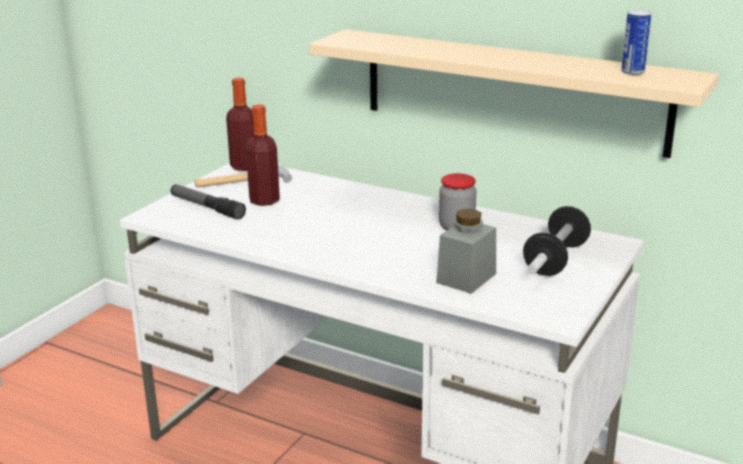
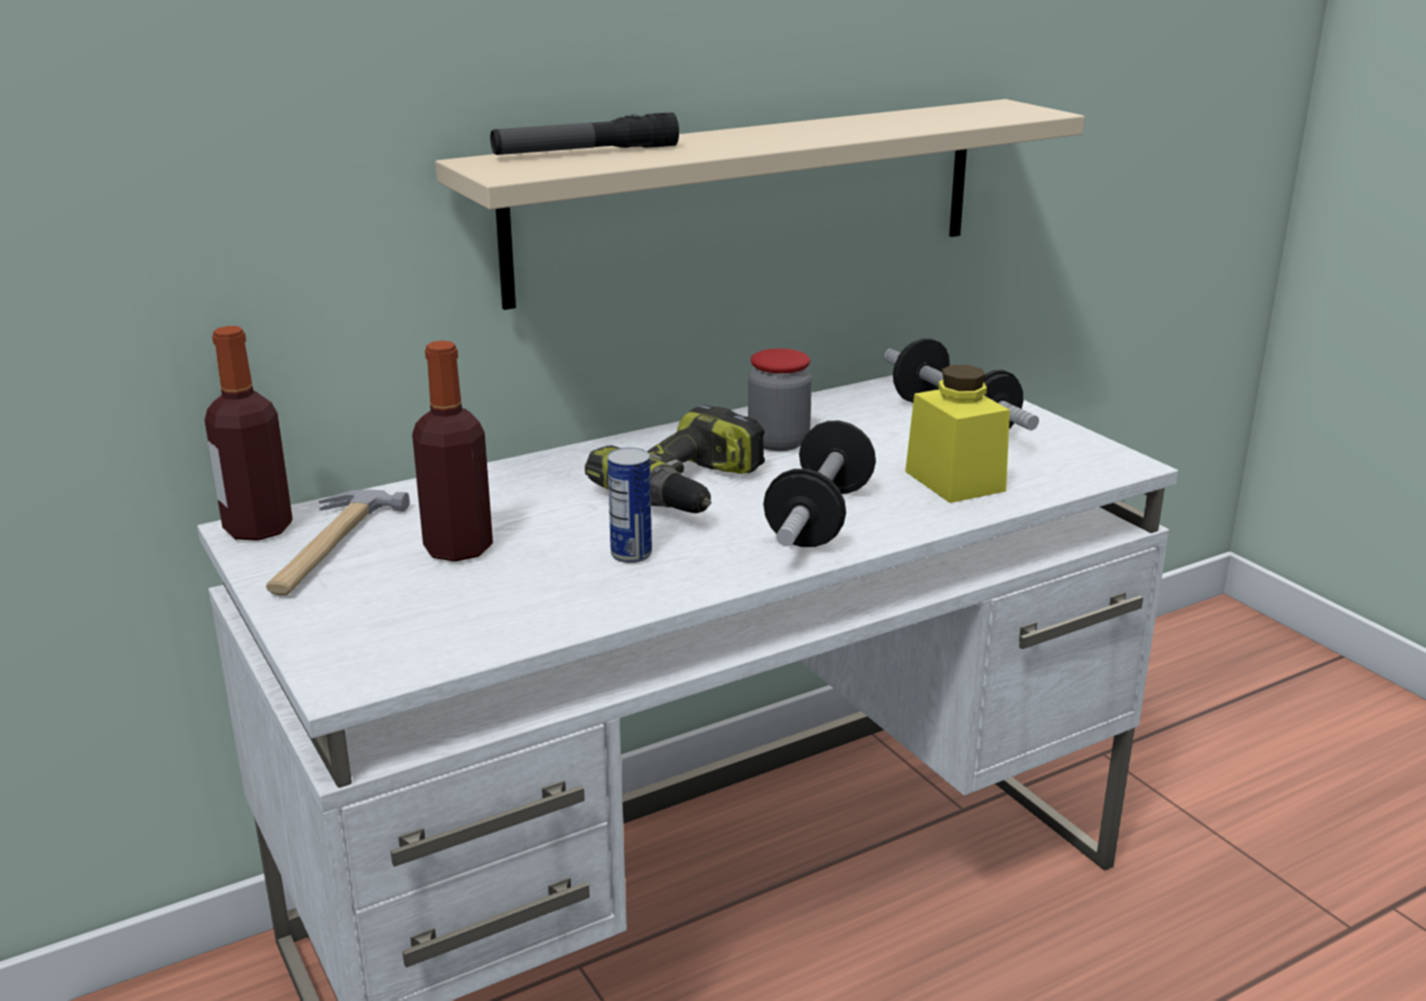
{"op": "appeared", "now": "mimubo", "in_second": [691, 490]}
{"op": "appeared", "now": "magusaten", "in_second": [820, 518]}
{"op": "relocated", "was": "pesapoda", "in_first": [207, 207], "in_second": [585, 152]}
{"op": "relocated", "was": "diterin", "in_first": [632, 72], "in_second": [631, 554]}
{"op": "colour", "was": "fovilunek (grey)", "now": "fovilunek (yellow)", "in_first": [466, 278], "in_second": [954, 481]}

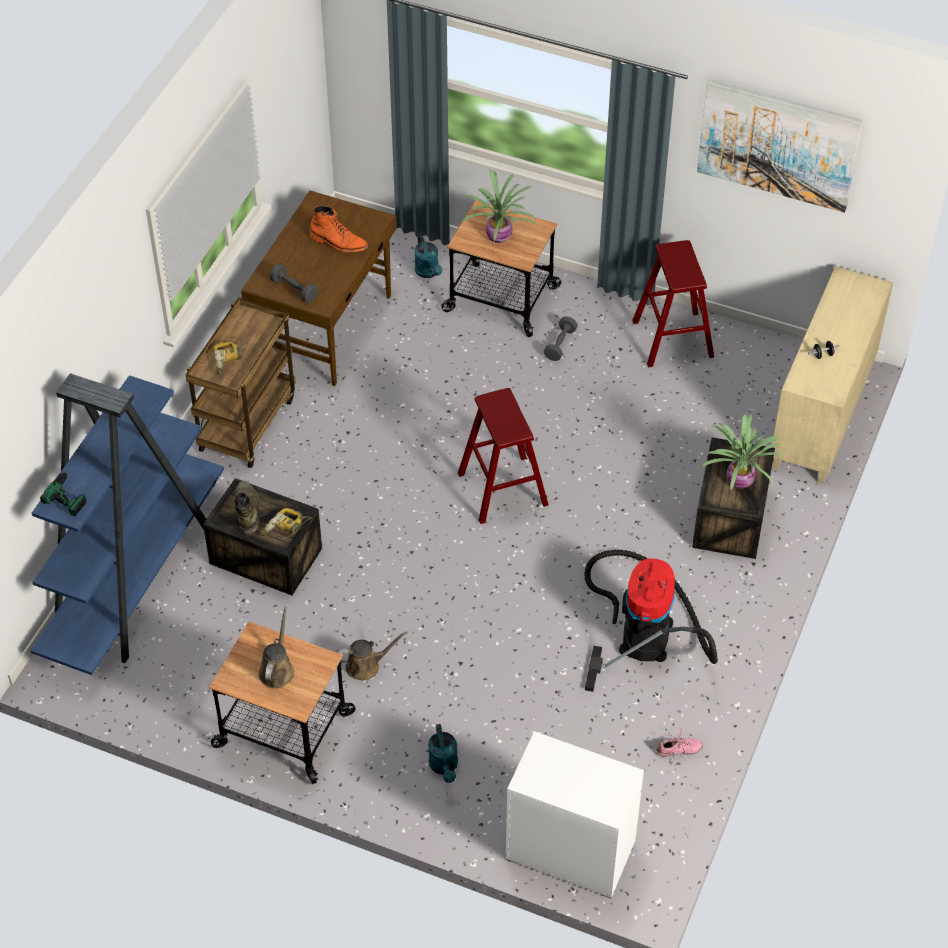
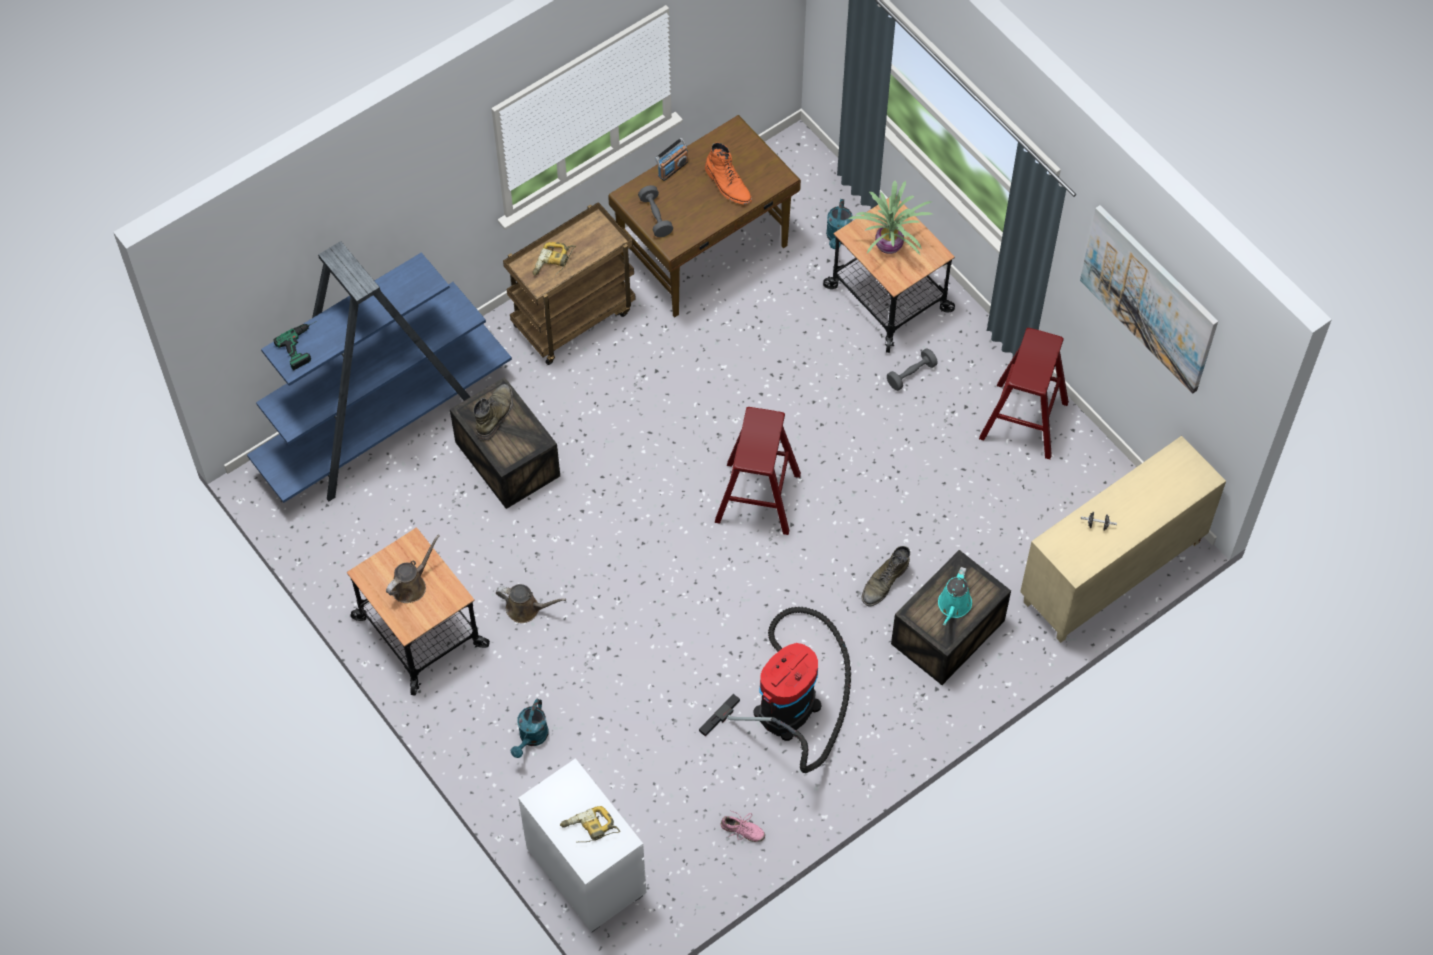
{"op": "appeared", "now": "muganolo", "in_second": [672, 168]}
{"op": "appeared", "now": "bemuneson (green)", "in_second": [884, 582]}
{"op": "relocated", "was": "mimubo", "in_first": [285, 529], "in_second": [589, 829]}
{"op": "exchanged", "was": "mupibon", "now": "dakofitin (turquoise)", "in_first": [739, 480], "in_second": [953, 606]}

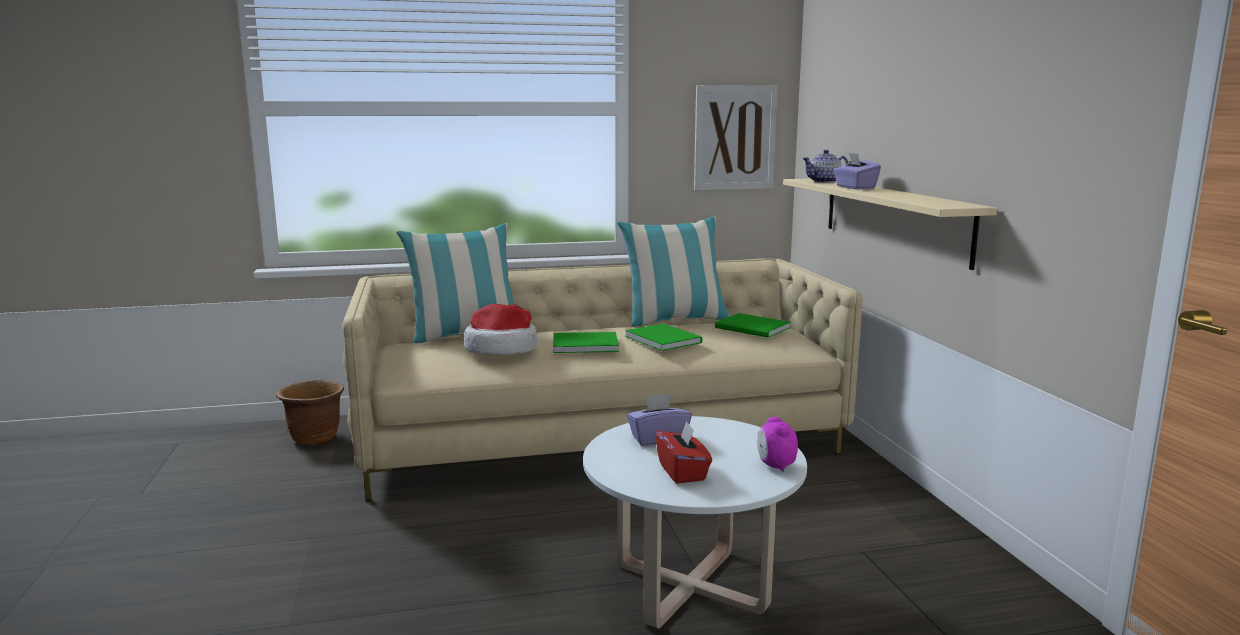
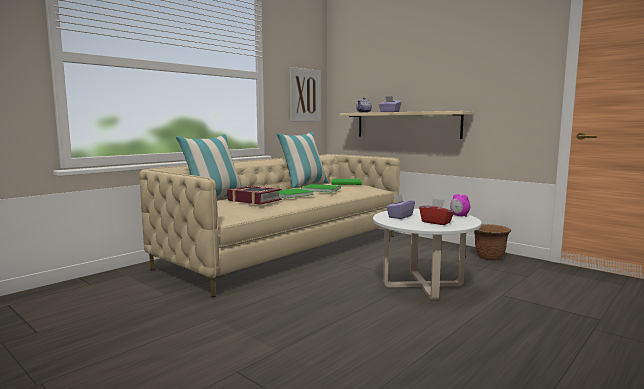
{"op": "relocated", "was": "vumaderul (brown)", "in_first": [314, 438], "in_second": [489, 257]}
{"op": "exchanged", "was": "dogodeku", "now": "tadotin", "in_first": [502, 349], "in_second": [254, 200]}

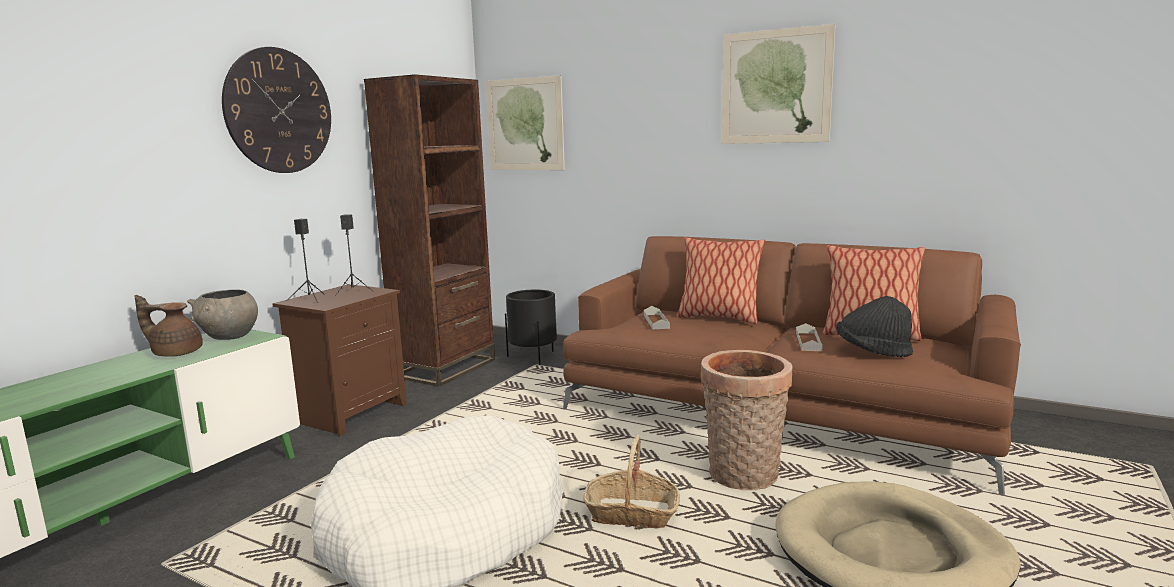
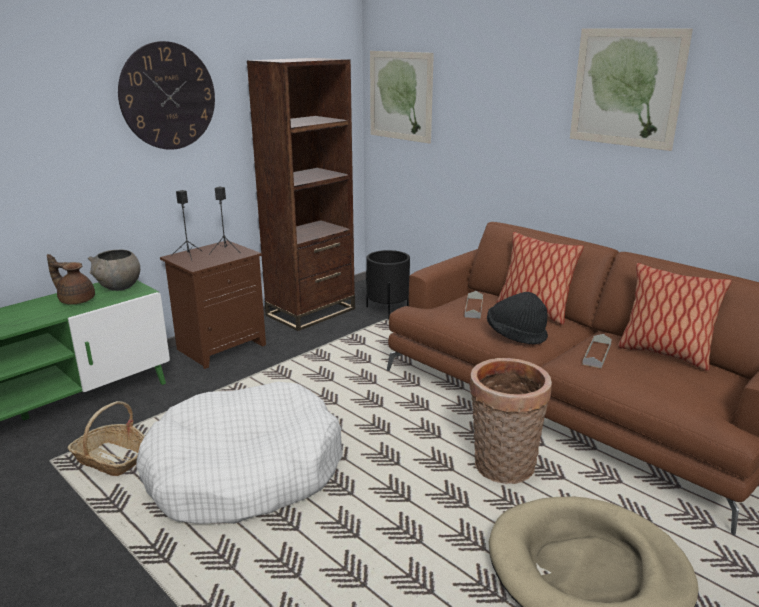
{"op": "relocated", "was": "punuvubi", "in_first": [632, 513], "in_second": [112, 459]}
{"op": "relocated", "was": "dogodeku (black)", "in_first": [872, 352], "in_second": [515, 335]}

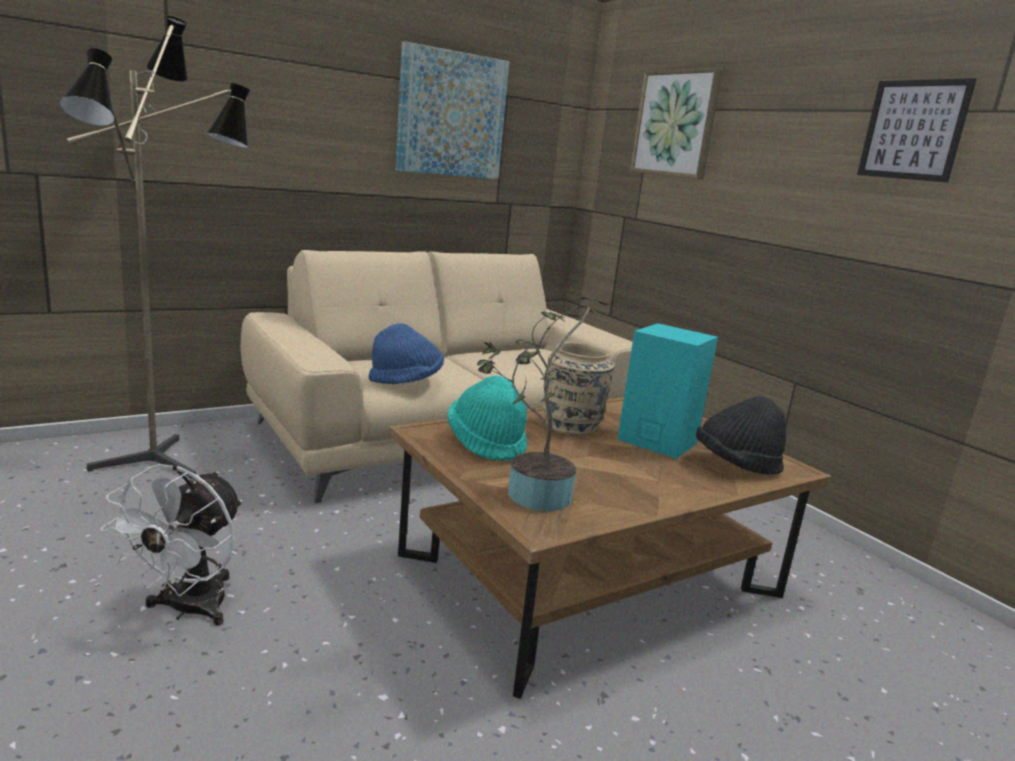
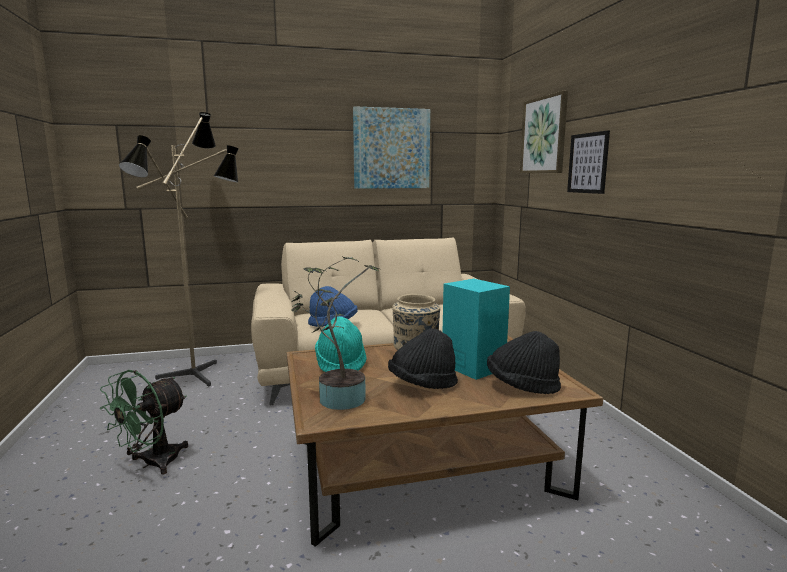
{"op": "appeared", "now": "dogodeku (black)", "in_second": [422, 385]}
{"op": "relocated", "was": "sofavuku", "in_first": [913, 130], "in_second": [588, 163]}
{"op": "colour", "was": "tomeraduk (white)", "now": "tomeraduk (green)", "in_first": [188, 610], "in_second": [152, 463]}

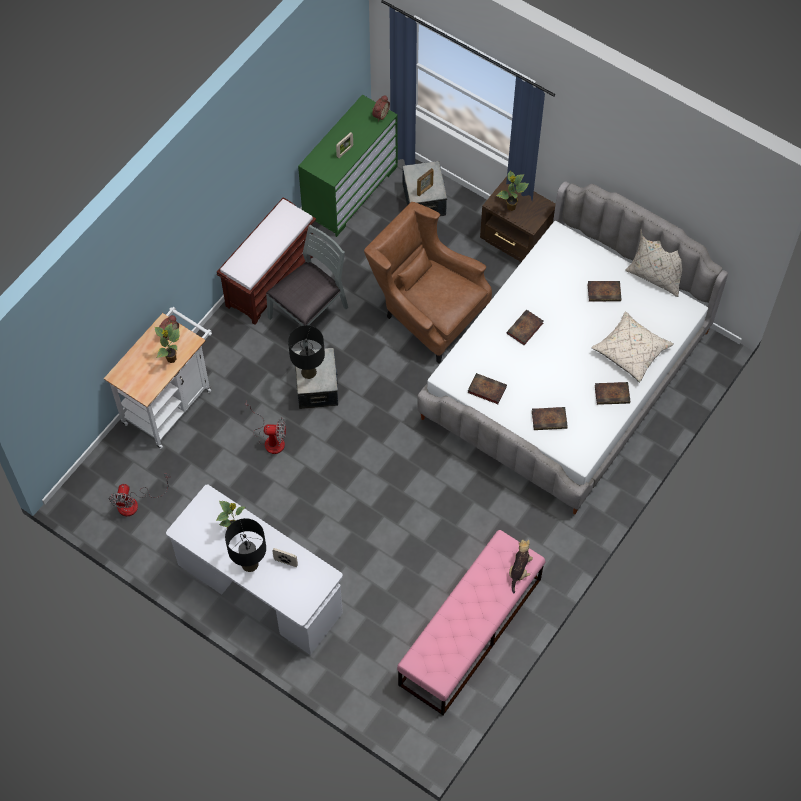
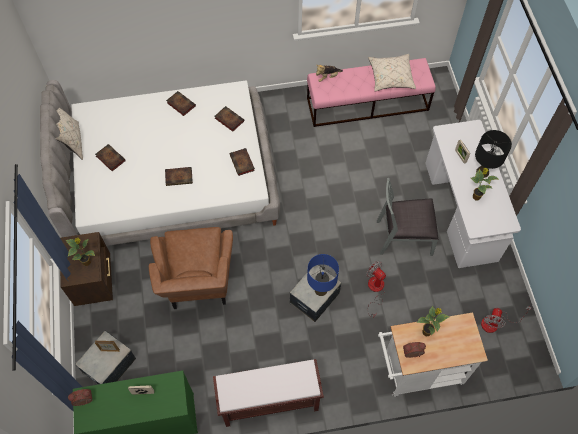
{"op": "relocated", "was": "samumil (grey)", "in_first": [309, 313], "in_second": [403, 236]}
{"op": "relocated", "was": "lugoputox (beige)", "in_first": [631, 351], "in_second": [390, 77]}
{"op": "colour", "was": "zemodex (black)", "now": "zemodex (blue)", "in_first": [308, 372], "in_second": [321, 289]}
{"op": "spun", "was": "tomeraduk", "in_first": [135, 503], "in_second": [495, 323], "clockwise": 150}

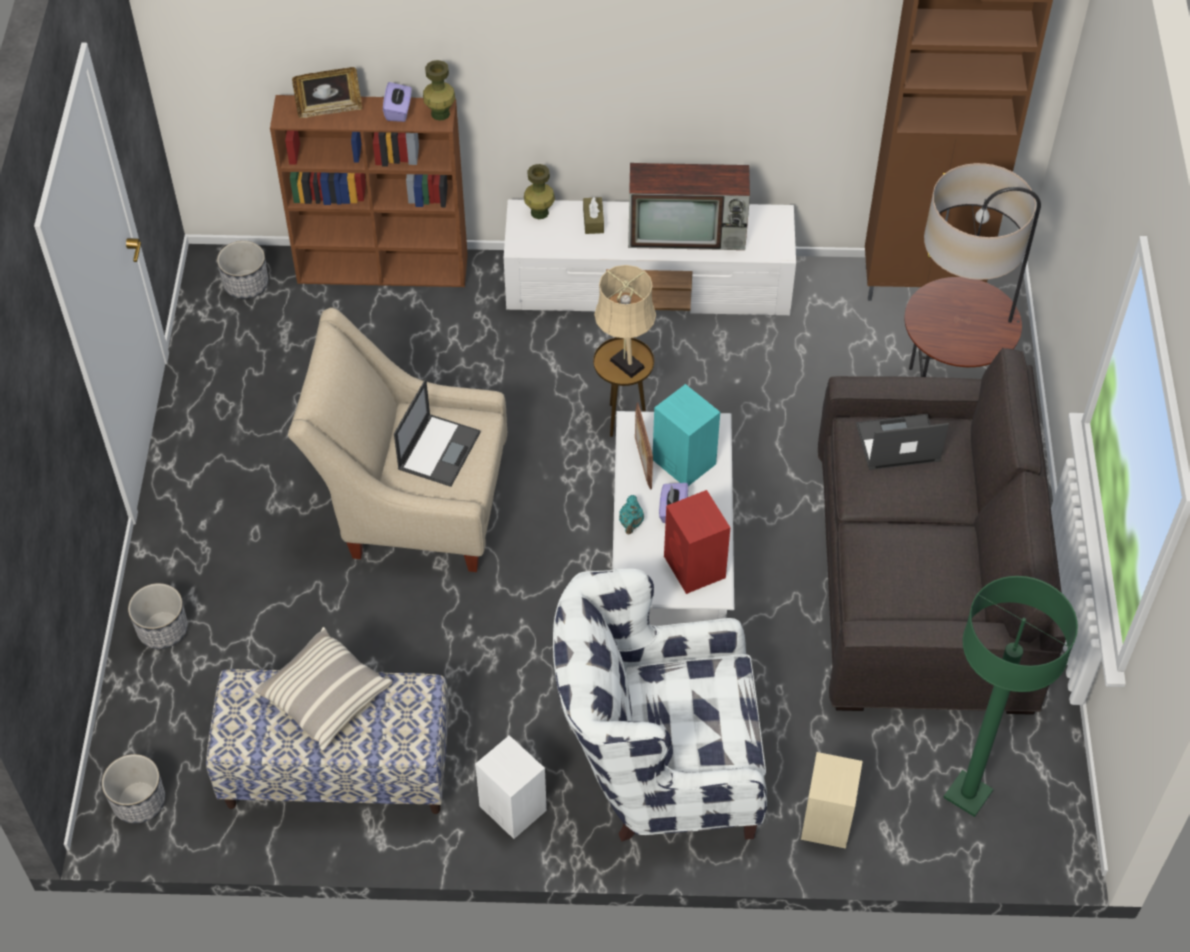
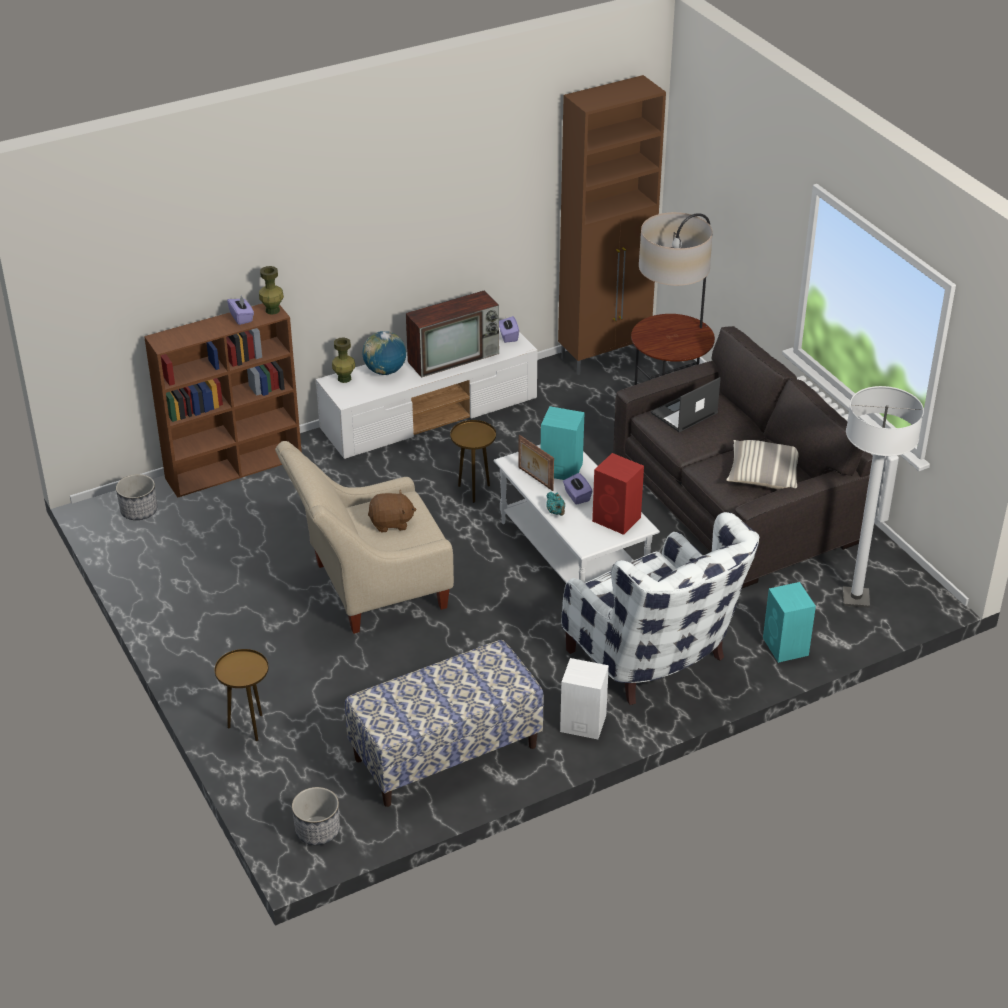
{"op": "missing", "was": "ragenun", "in_first": [329, 109]}
{"op": "missing", "was": "zemodex (beige)", "in_first": [624, 362]}
{"op": "appeared", "now": "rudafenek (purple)", "in_second": [508, 336]}
{"op": "relocated", "was": "lugoputox", "in_first": [324, 697], "in_second": [763, 475]}
{"op": "exchanged", "was": "vumaderul", "now": "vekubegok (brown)", "in_first": [162, 630], "in_second": [248, 727]}
{"op": "exchanged", "was": "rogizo", "now": "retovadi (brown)", "in_first": [439, 450], "in_second": [391, 523]}
{"op": "exchanged", "was": "rudafenek (brown)", "now": "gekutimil", "in_first": [593, 221], "in_second": [385, 371]}
{"op": "colour", "was": "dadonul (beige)", "now": "dadonul (turquoise)", "in_first": [826, 822], "in_second": [786, 647]}
{"op": "colour", "was": "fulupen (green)", "now": "fulupen (white)", "in_first": [968, 794], "in_second": [855, 598]}
{"op": "spun", "was": "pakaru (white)", "in_first": [657, 766], "in_second": [656, 662], "clockwise": -90}

